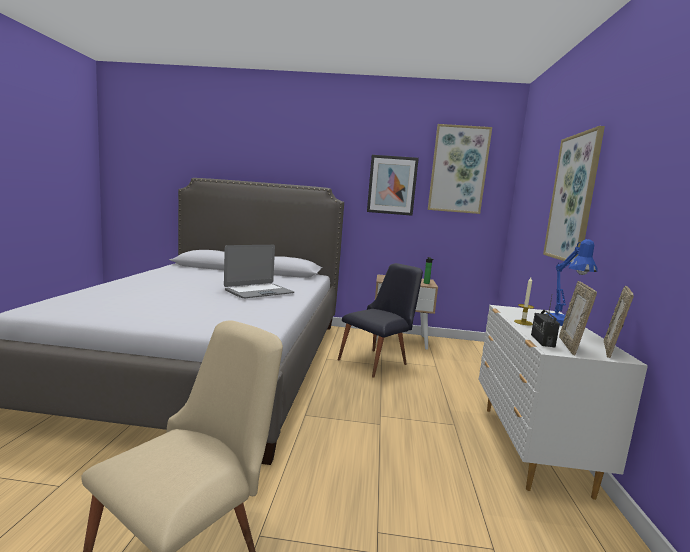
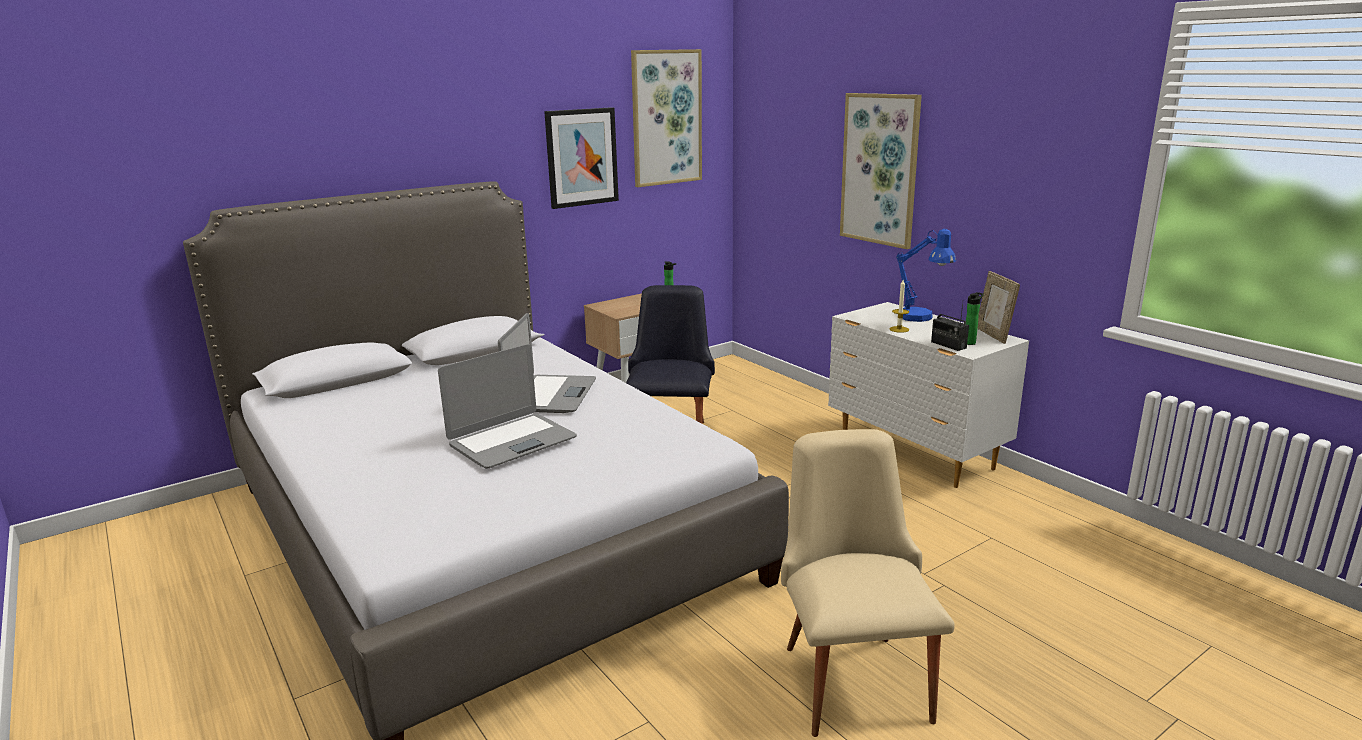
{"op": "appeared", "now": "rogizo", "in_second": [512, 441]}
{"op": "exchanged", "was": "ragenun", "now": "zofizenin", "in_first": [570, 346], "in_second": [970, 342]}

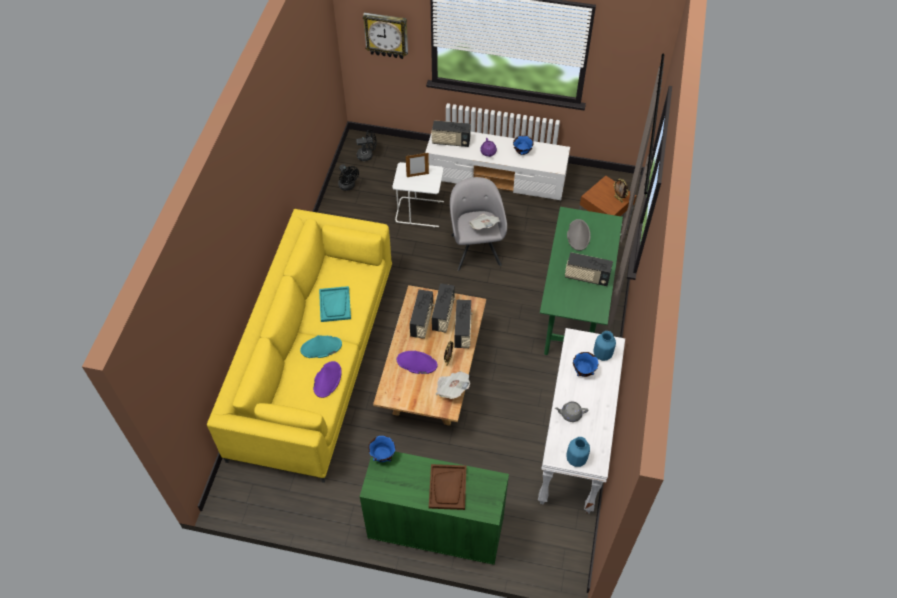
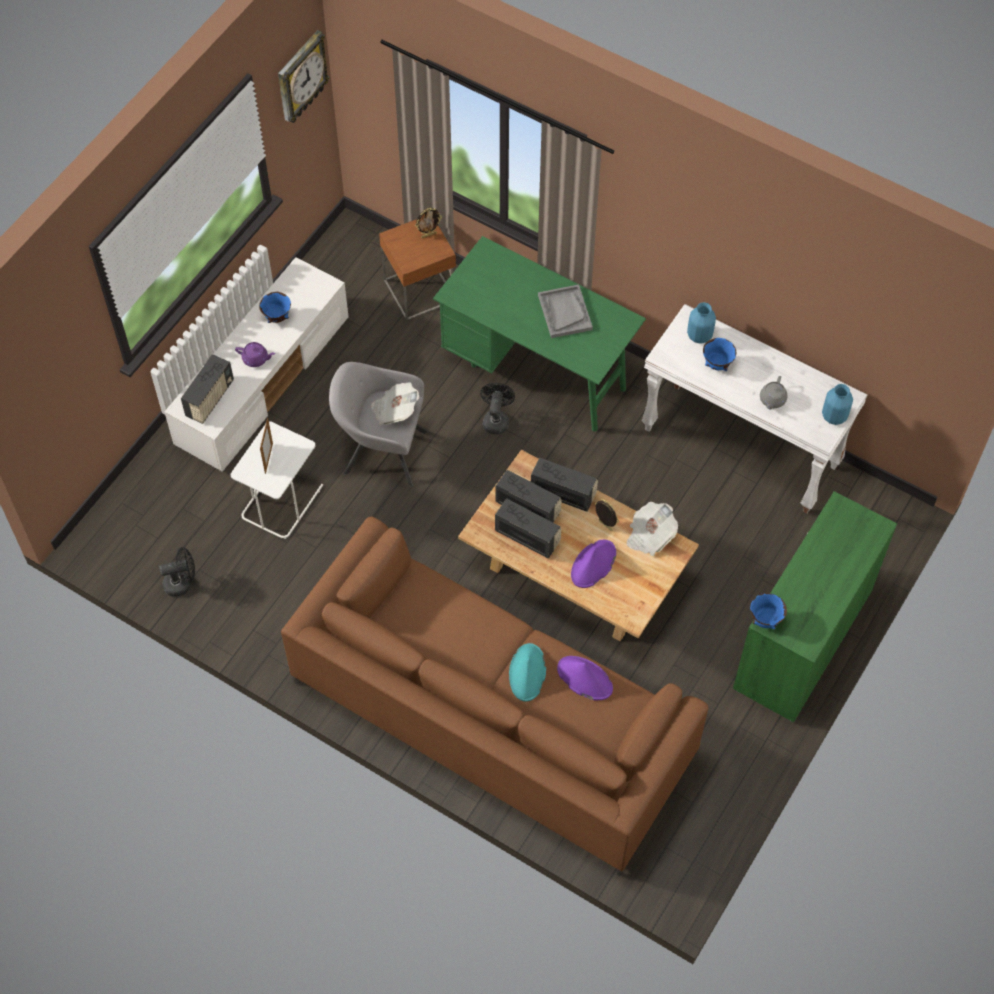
{"op": "missing", "was": "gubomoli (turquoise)", "in_first": [335, 305]}
{"op": "missing", "was": "gubomoli (brown)", "in_first": [447, 487]}
{"op": "missing", "was": "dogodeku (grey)", "in_first": [578, 235]}
{"op": "relocated", "was": "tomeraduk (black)", "in_first": [367, 155], "in_second": [496, 419]}
{"op": "relocated", "was": "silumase", "in_first": [386, 35], "in_second": [301, 78]}
{"op": "exchanged", "was": "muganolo", "now": "gubomoli (grey)", "in_first": [586, 277], "in_second": [564, 312]}
{"op": "colour", "was": "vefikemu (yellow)", "now": "vefikemu (brown)", "in_first": [314, 360], "in_second": [492, 717]}

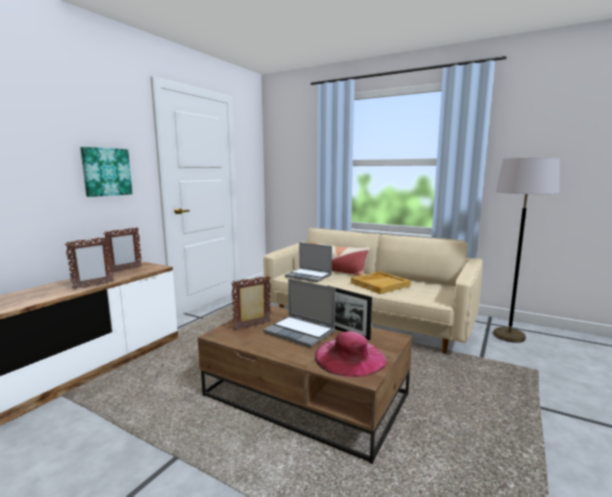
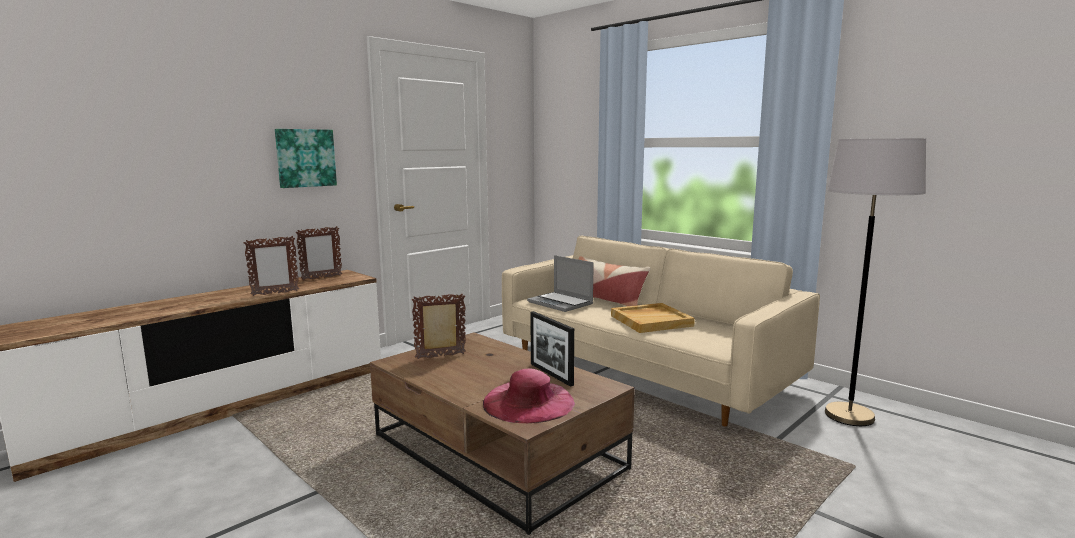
{"op": "missing", "was": "rogizo", "in_first": [301, 332]}

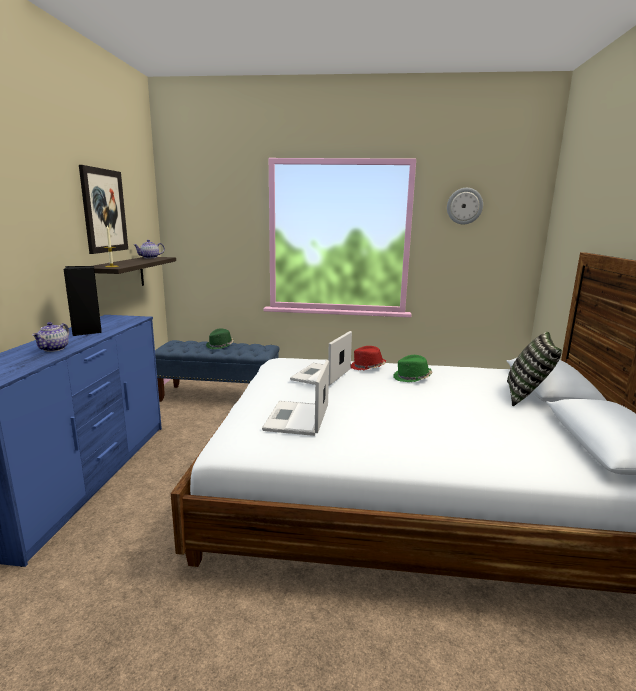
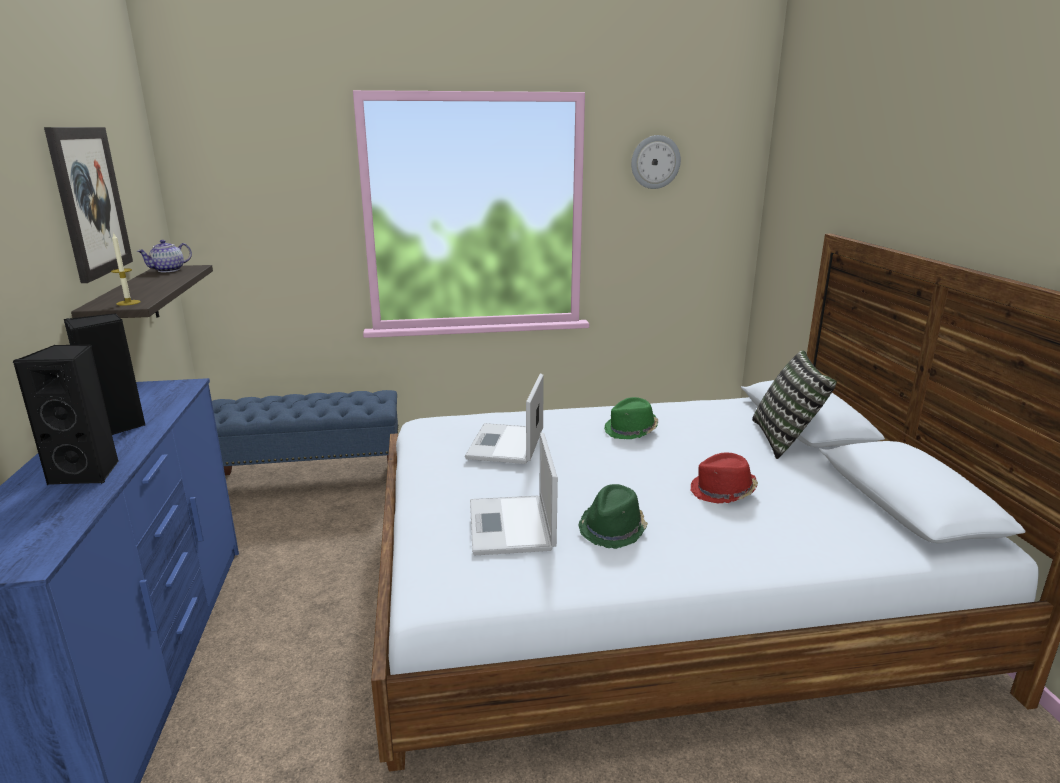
{"op": "relocated", "was": "dogodeku (green)", "in_first": [220, 346], "in_second": [613, 529]}
{"op": "relocated", "was": "dogodeku (red)", "in_first": [367, 367], "in_second": [723, 492]}
{"op": "exchanged", "was": "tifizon", "now": "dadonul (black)", "in_first": [54, 349], "in_second": [89, 473]}

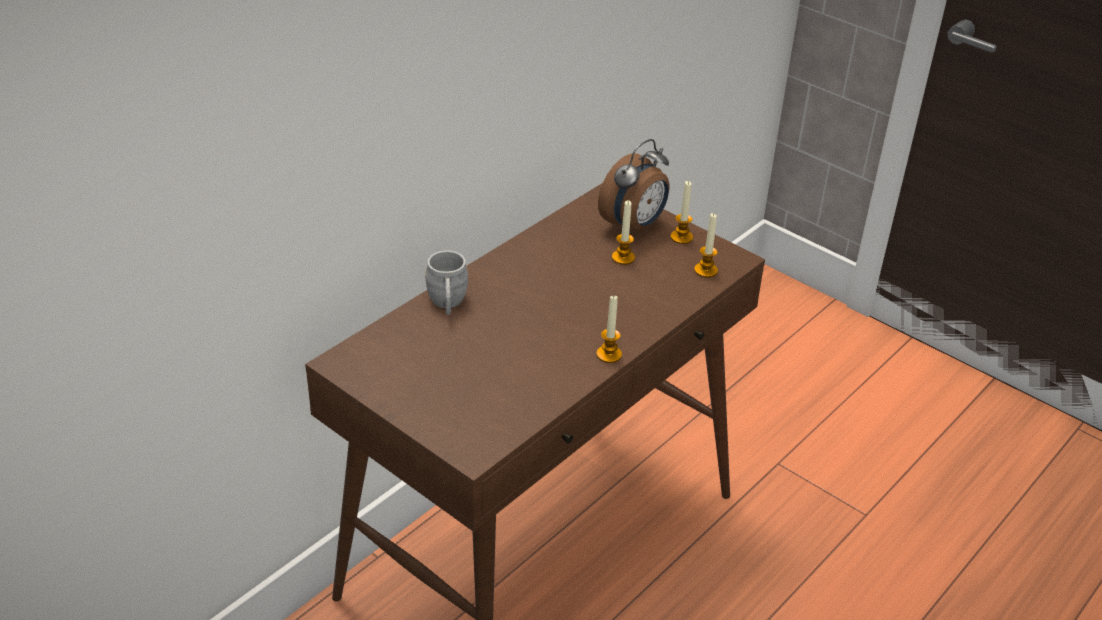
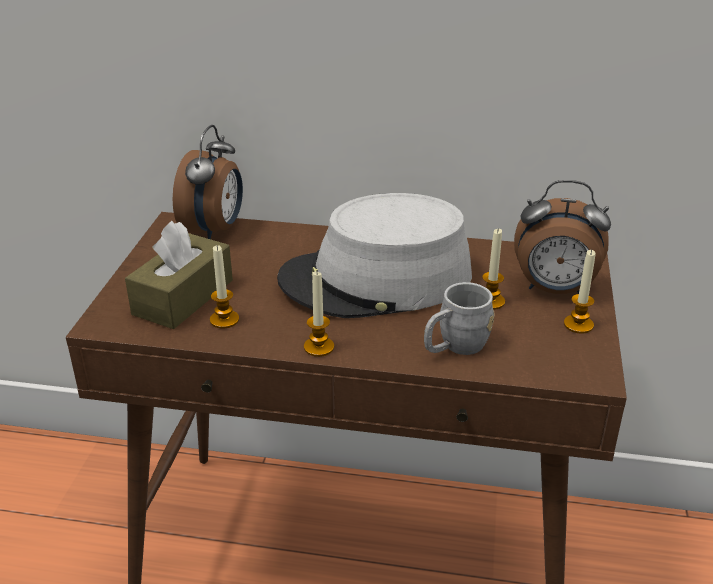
{"op": "appeared", "now": "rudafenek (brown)", "in_second": [183, 297]}
{"op": "appeared", "now": "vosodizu", "in_second": [215, 230]}
{"op": "appeared", "now": "dogodeku (grey)", "in_second": [376, 279]}
{"op": "relocated", "was": "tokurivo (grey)", "in_first": [447, 304], "in_second": [454, 347]}
{"op": "relocated", "was": "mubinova", "in_first": [705, 270], "in_second": [224, 320]}

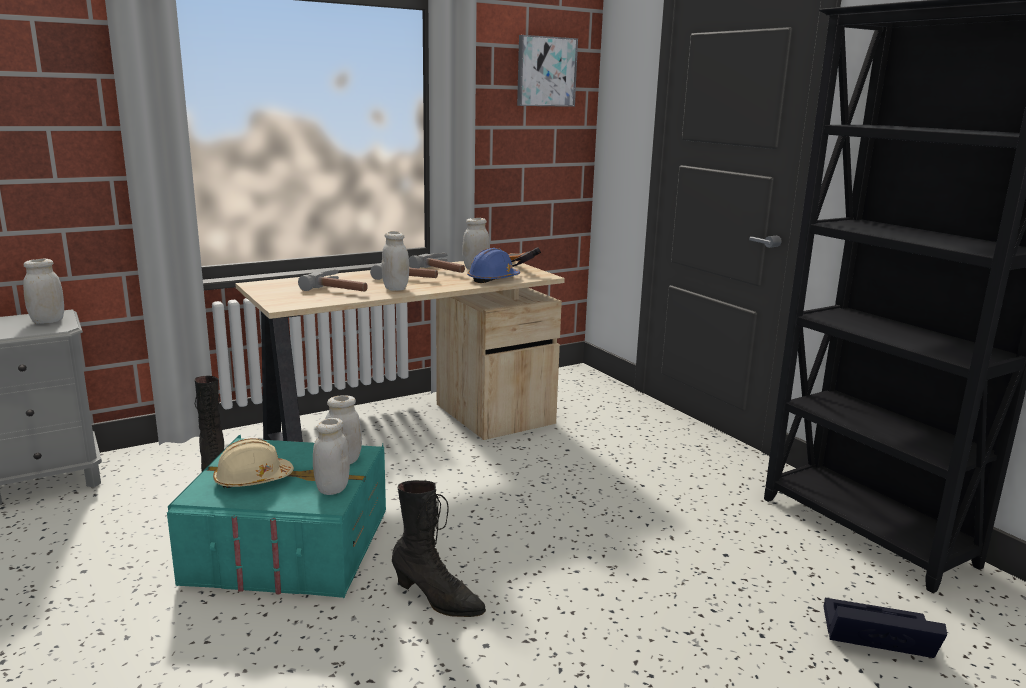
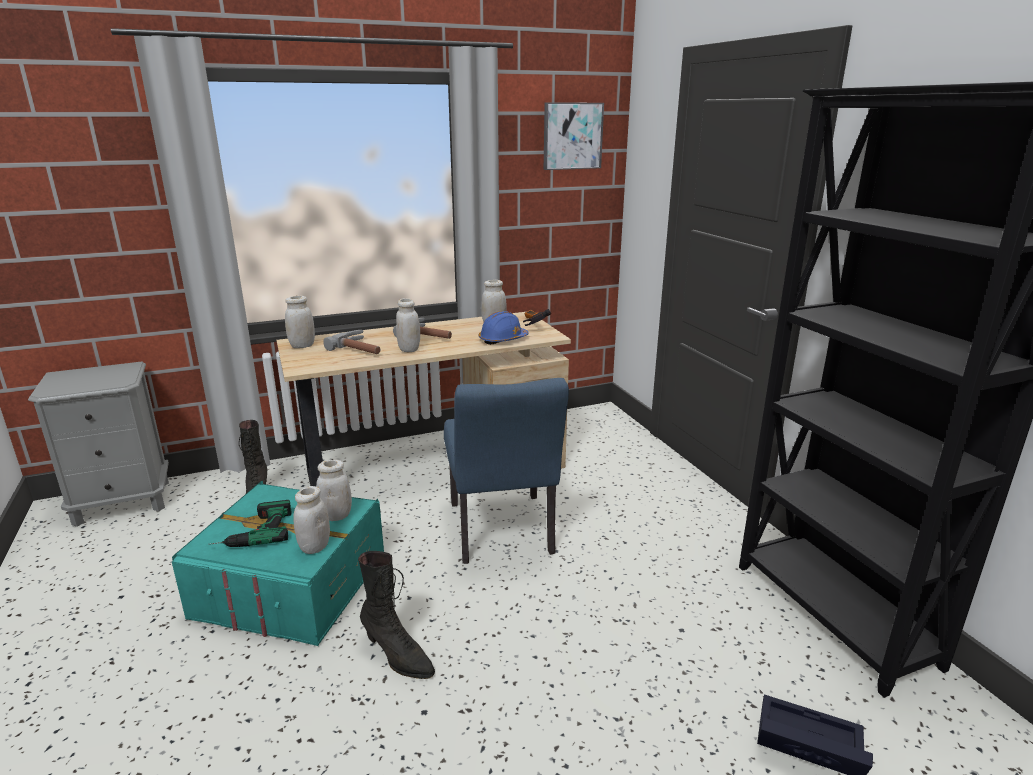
{"op": "missing", "was": "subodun", "in_first": [445, 270]}
{"op": "appeared", "now": "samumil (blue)", "in_second": [502, 534]}
{"op": "relocated", "was": "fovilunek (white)", "in_first": [47, 321], "in_second": [302, 346]}
{"op": "exchanged", "was": "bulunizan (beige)", "now": "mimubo", "in_first": [253, 480], "in_second": [252, 531]}

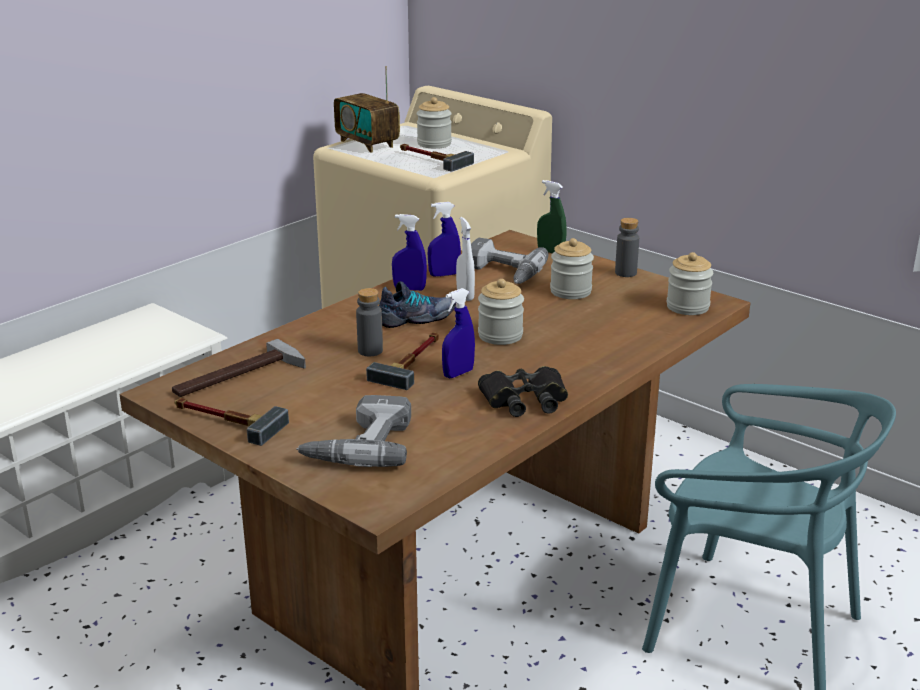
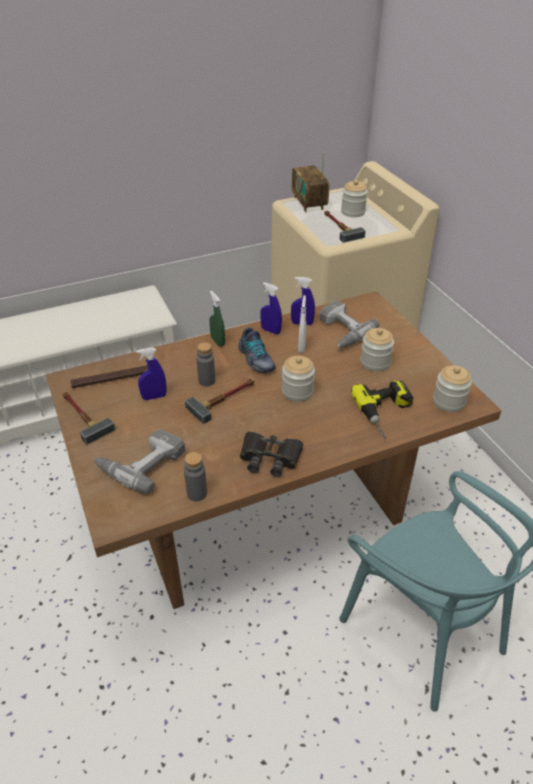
{"op": "appeared", "now": "mimubo", "in_second": [387, 413]}
{"op": "relocated", "was": "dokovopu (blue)", "in_first": [458, 373], "in_second": [154, 397]}
{"op": "relocated", "was": "dokovopu (green)", "in_first": [550, 251], "in_second": [217, 341]}
{"op": "relocated", "was": "zofizenin (grey)", "in_first": [625, 273], "in_second": [197, 493]}
{"op": "spun", "was": "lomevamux", "in_first": [417, 318], "in_second": [256, 359], "clockwise": 60}

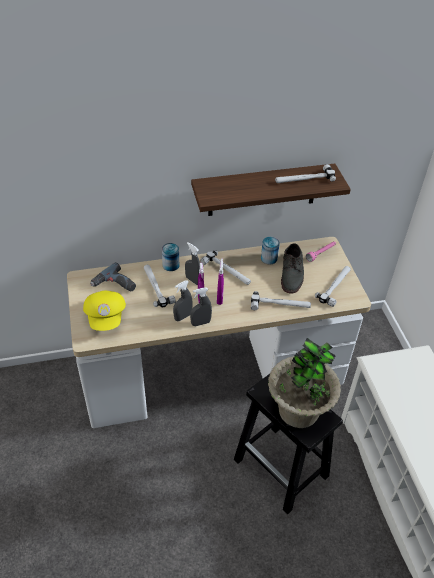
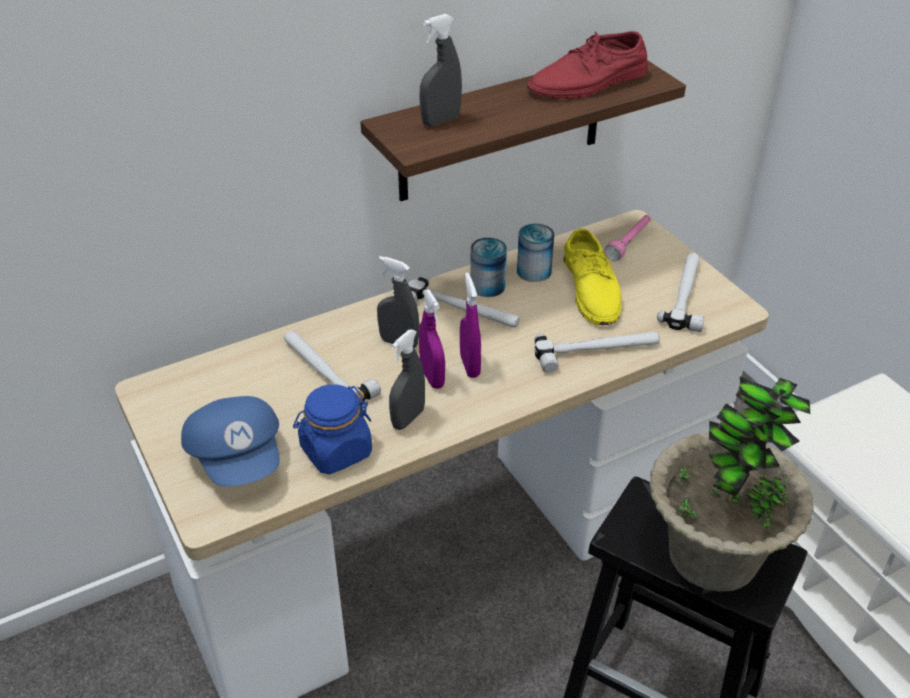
{"op": "missing", "was": "mimubo", "in_first": [114, 285]}
{"op": "appeared", "now": "fovilunek (blue)", "in_second": [335, 451]}
{"op": "relocated", "was": "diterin", "in_first": [171, 265], "in_second": [487, 286]}
{"op": "relocated", "was": "dokovopu (grey)", "in_first": [200, 323], "in_second": [441, 121]}
{"op": "exchanged", "was": "subodun", "now": "lomevamux (red)", "in_first": [304, 179], "in_second": [589, 83]}
{"op": "colour", "was": "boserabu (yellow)", "now": "boserabu (blue)", "in_first": [106, 317], "in_second": [239, 457]}
{"op": "colour", "was": "lomevamux (grey)", "now": "lomevamux (yellow)", "in_first": [292, 273], "in_second": [592, 289]}

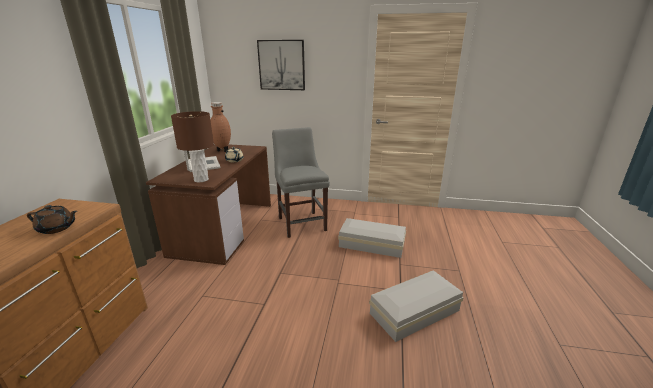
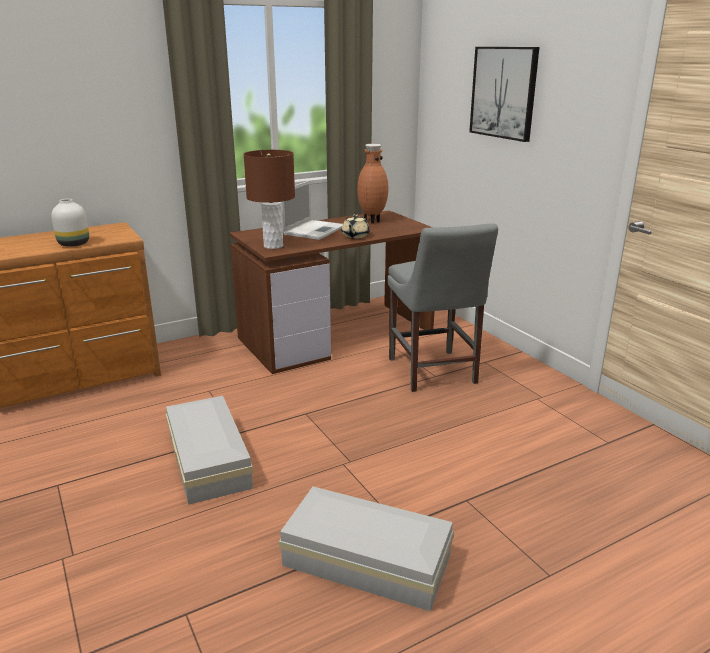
{"op": "relocated", "was": "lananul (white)", "in_first": [371, 243], "in_second": [210, 458]}
{"op": "exchanged", "was": "tifizon (brown)", "now": "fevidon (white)", "in_first": [57, 228], "in_second": [74, 244]}
{"op": "spun", "was": "samumil (grey)", "in_first": [301, 223], "in_second": [433, 373], "clockwise": 135}

